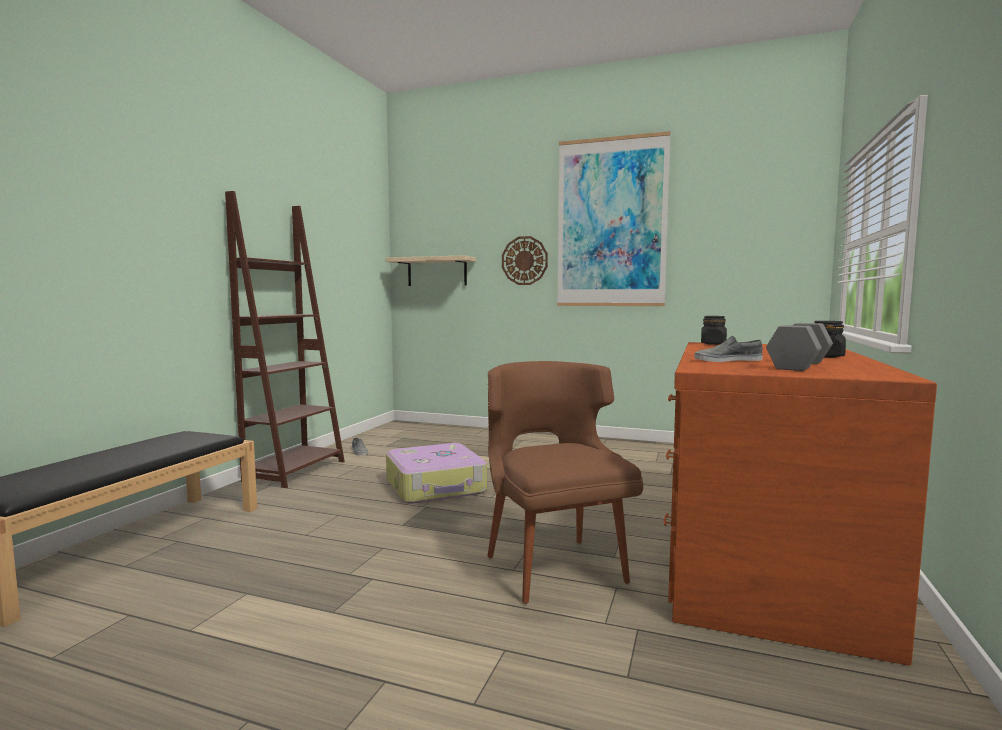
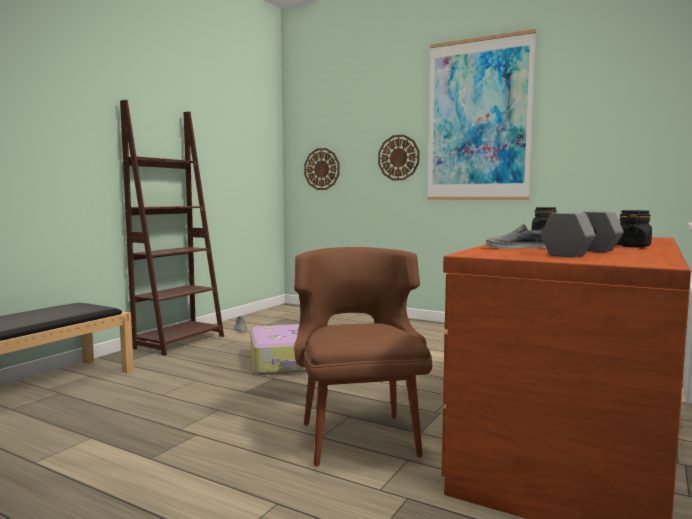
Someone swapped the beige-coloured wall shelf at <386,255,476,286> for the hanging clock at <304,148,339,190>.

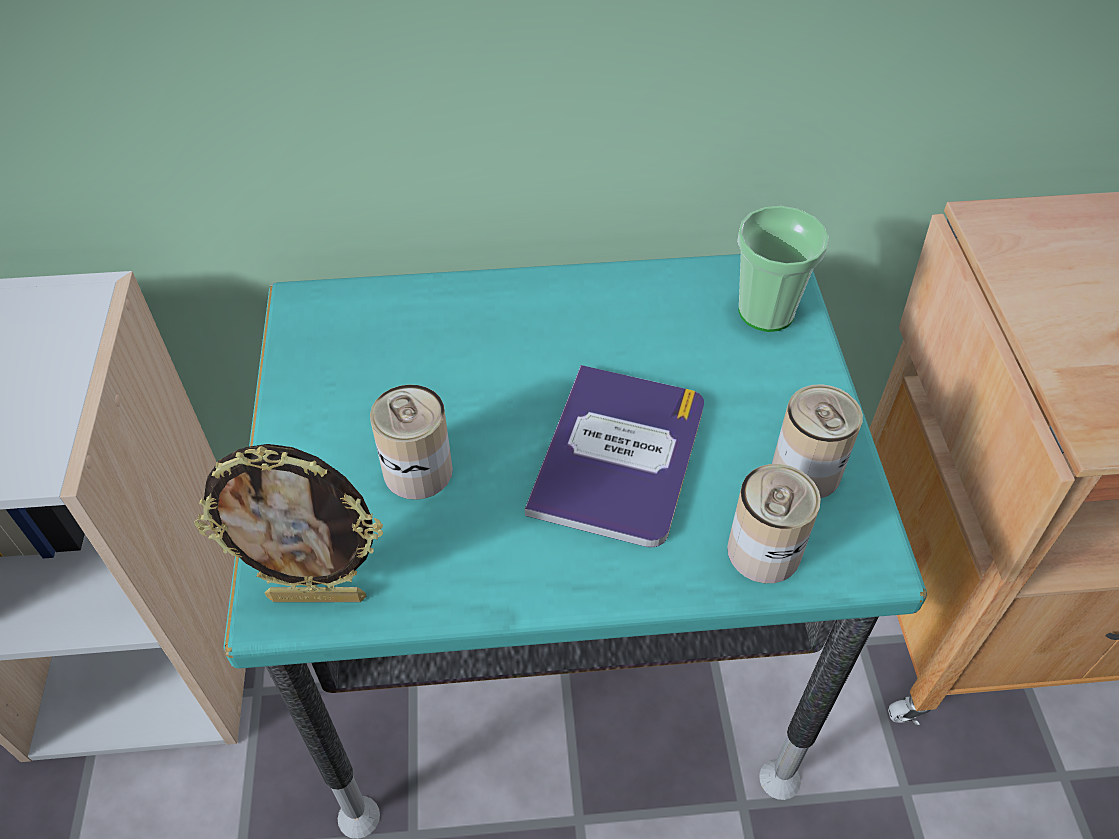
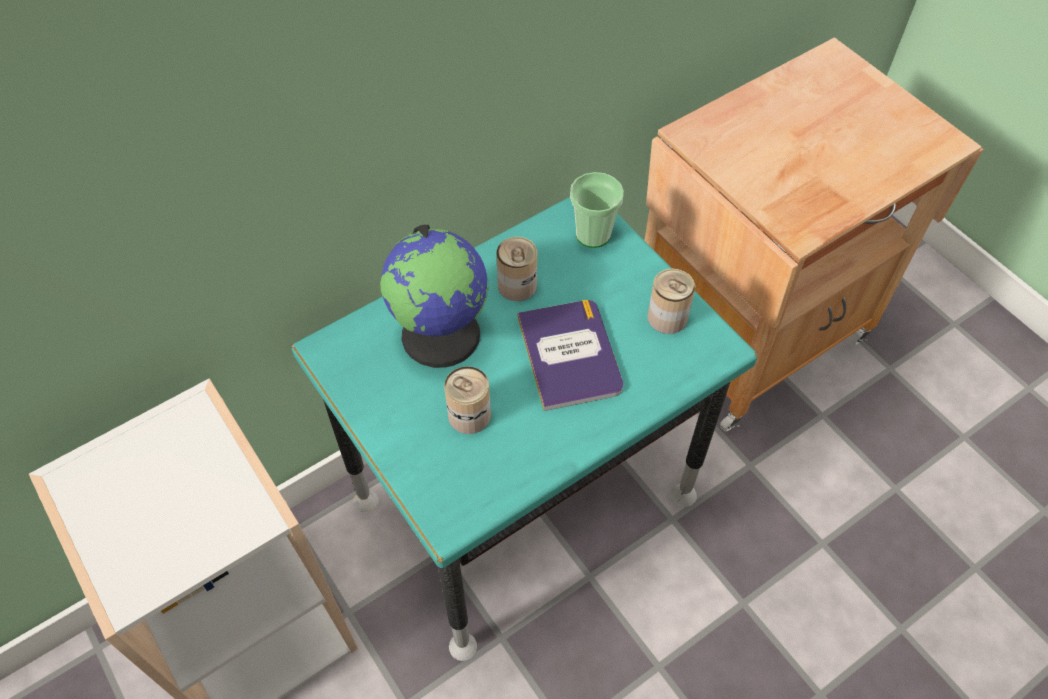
Someone took away the photo frame at <194,444,383,602>. Someone carried the sealed can from <727,464,821,583> to <497,237,537,301>. Someone put down the world globe at <380,225,489,368>.

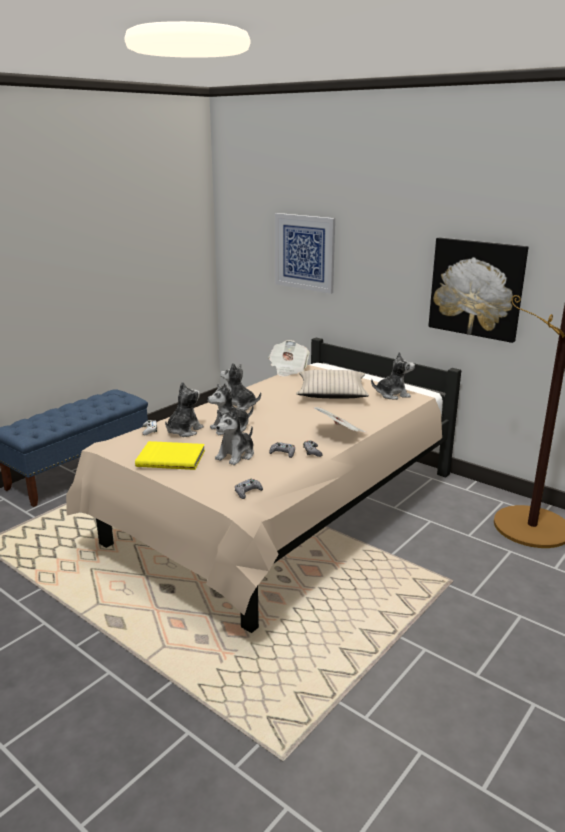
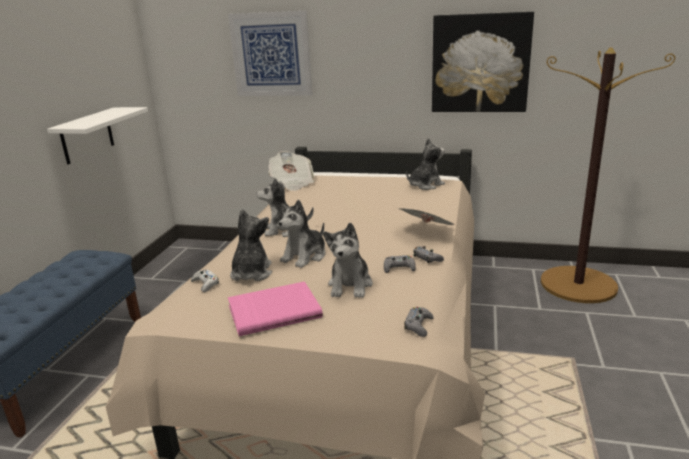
Someone repainted the yellowish bound book at <135,441,205,470>, which became the pink bound book at <228,281,323,336>. Someone took away the beige-coloured pillow at <296,370,369,399>. Someone put up the white-coloured wall shelf at <47,107,148,164>.

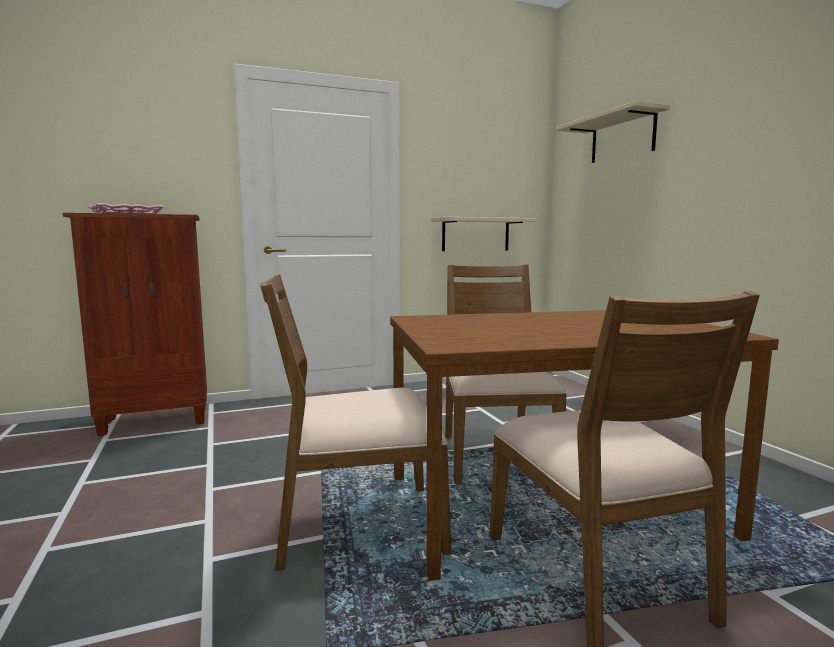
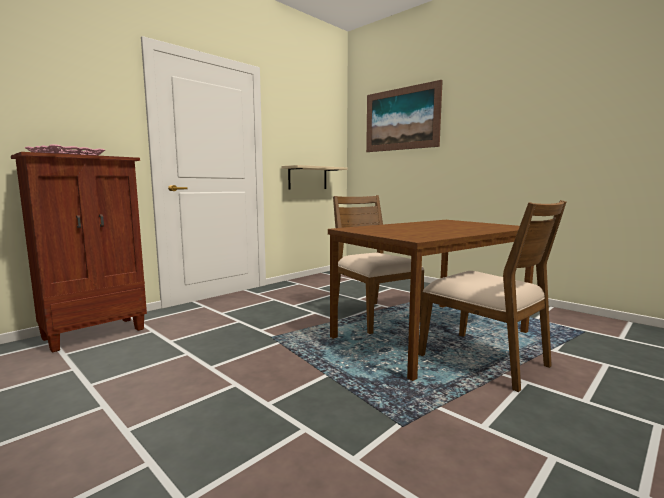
Someone took away the brown-coloured chair at <260,275,451,571>. Someone swapped the beige-coloured wall shelf at <556,101,670,163> for the wall picture at <366,80,443,152>.

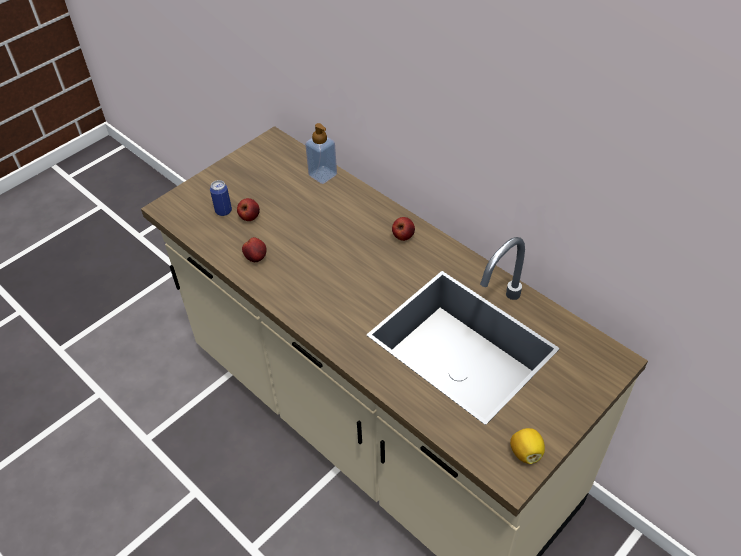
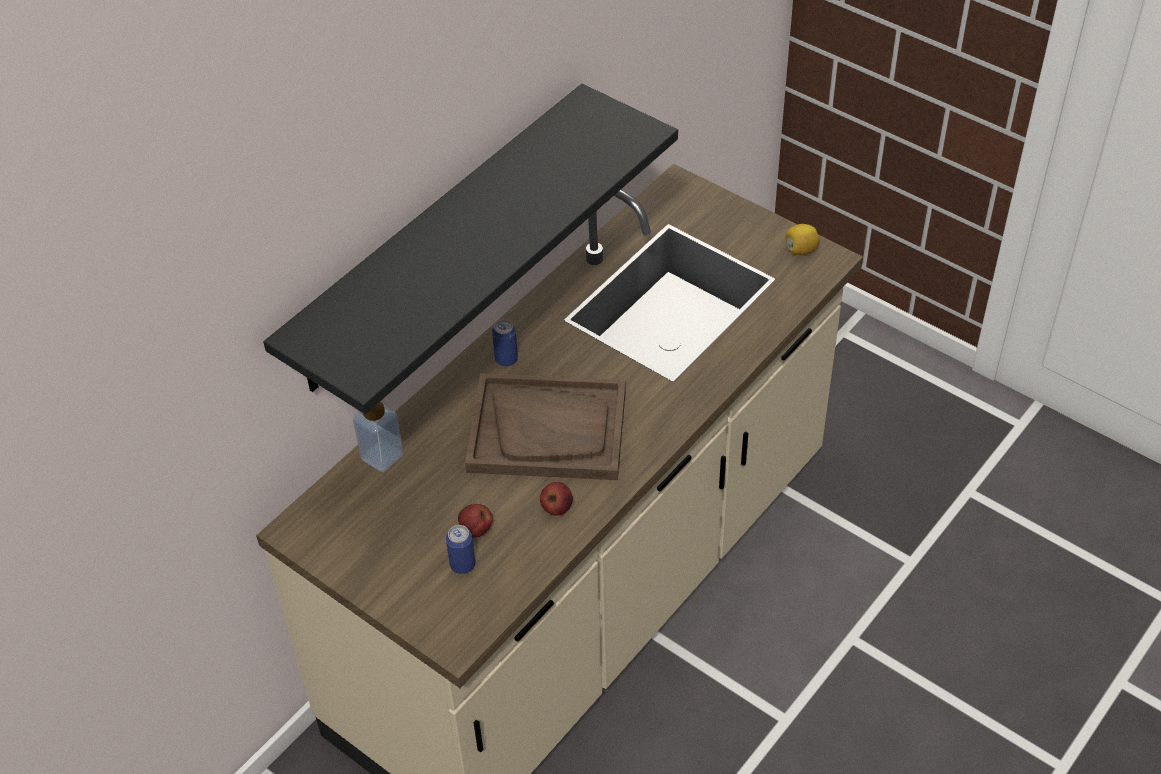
Someone swapped the whole apple at <392,217,415,241> for the sealed can at <492,320,518,367>. Someone put up the blackish wall shelf at <263,84,678,414>. Someone put down the brown-coloured tray at <465,373,626,480>.

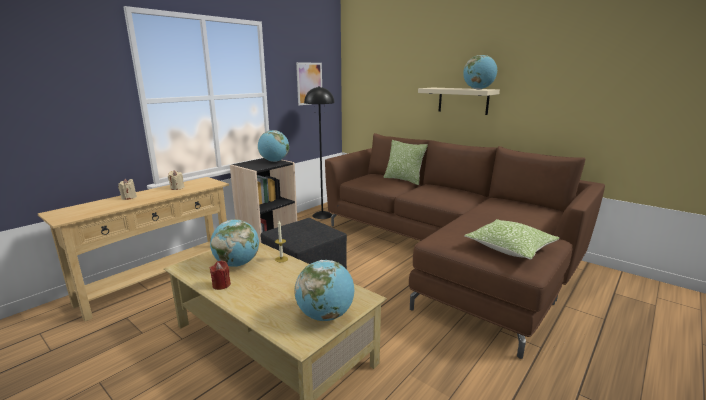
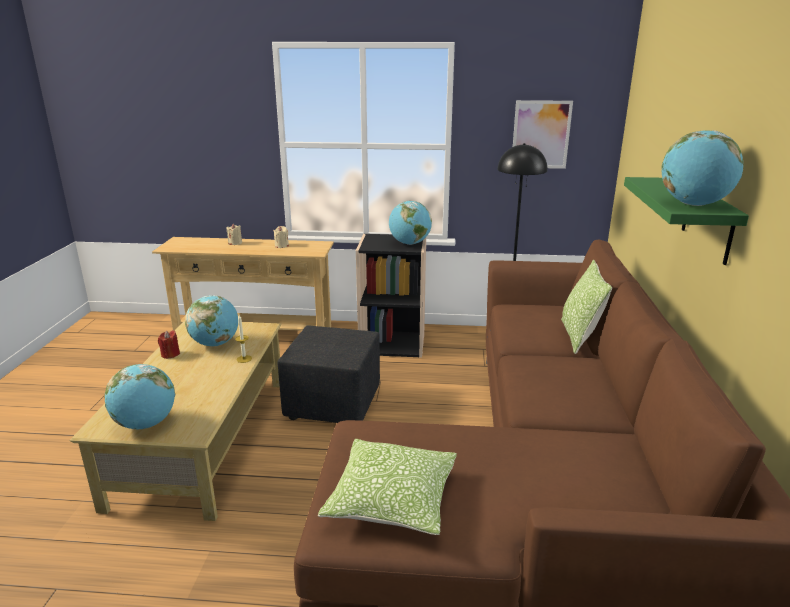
Someone repainted the beige-coloured wall shelf at <418,88,500,115>, which became the greenish wall shelf at <624,177,749,265>.

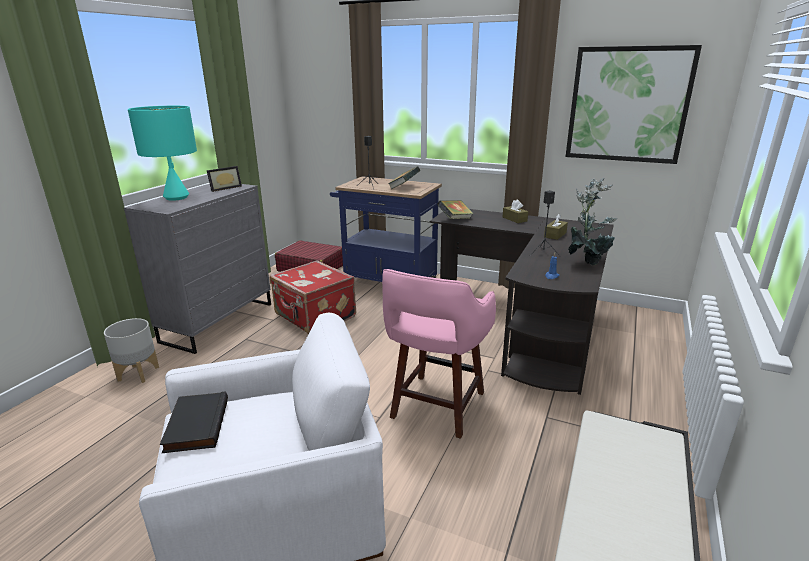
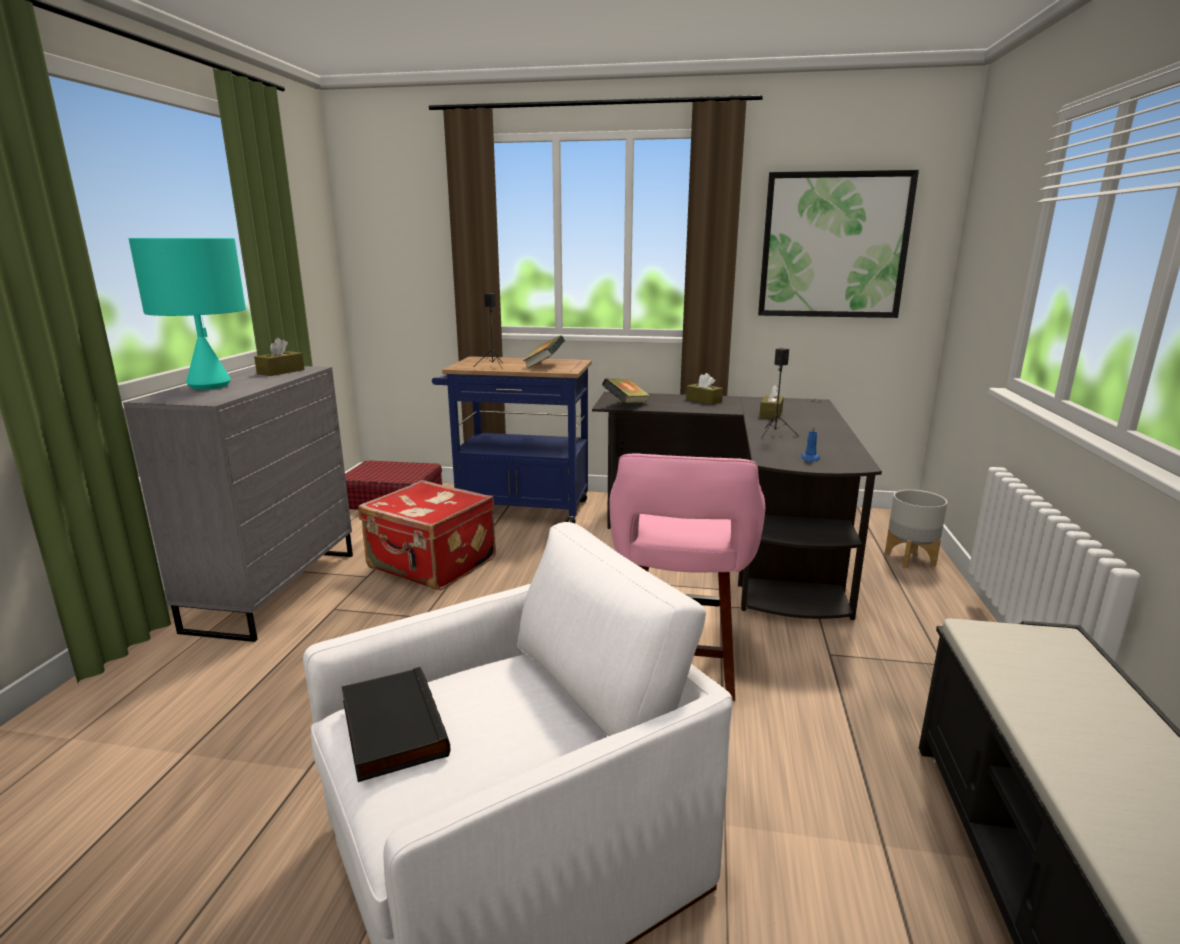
Someone carried the greyish plant pot from <104,318,159,383> to <885,490,947,569>. Someone swapped the photo frame at <206,166,242,192> for the brown-coloured tissue holder at <254,338,305,376>. Someone took away the potted plant at <568,178,618,265>.

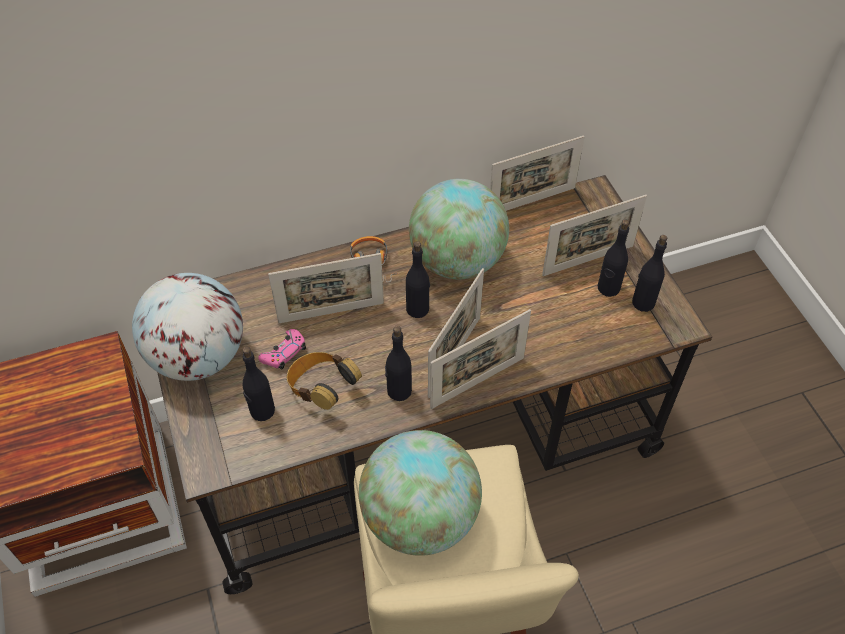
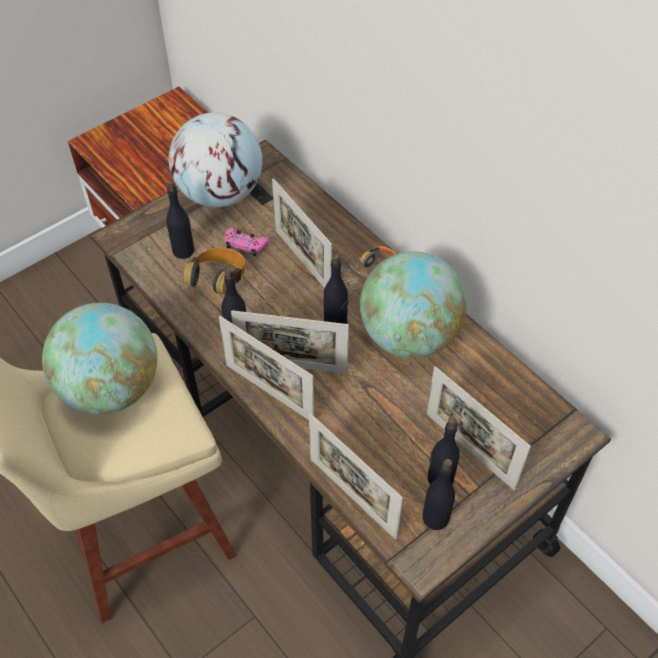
Someone carried the photo frame from <490,136,585,211> to <309,413,403,540>.

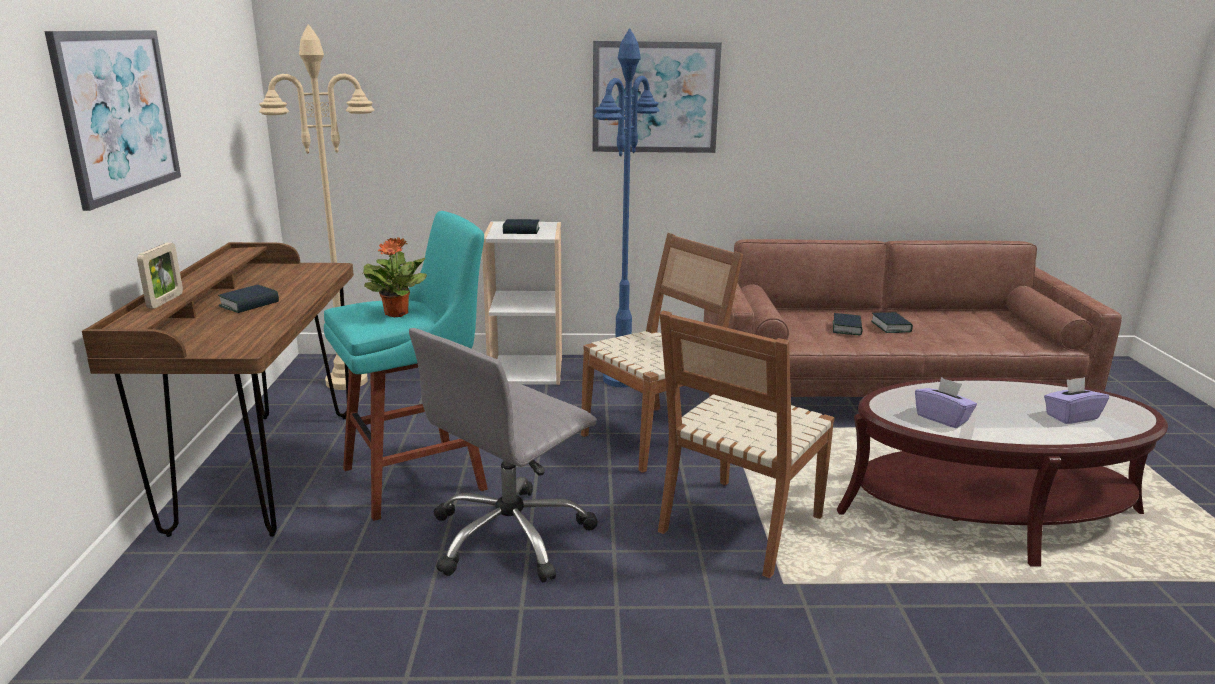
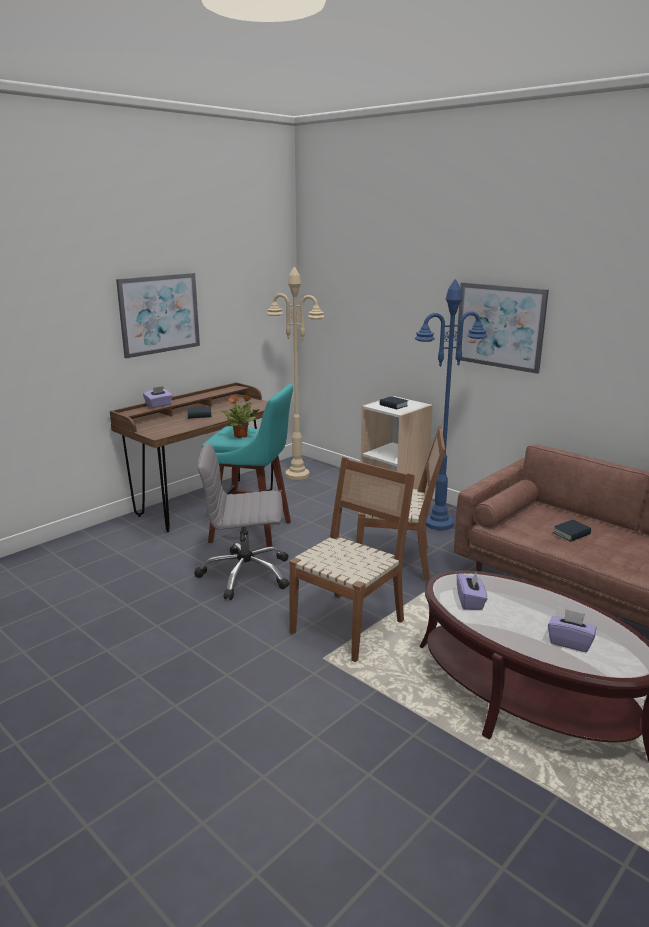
Someone swapped the photo frame at <137,243,183,308> for the purplish tissue holder at <143,386,173,408>. Someone rotated the chair at <658,311,834,578> by 135 degrees clockwise. Someone took away the bound book at <871,312,913,333>.

